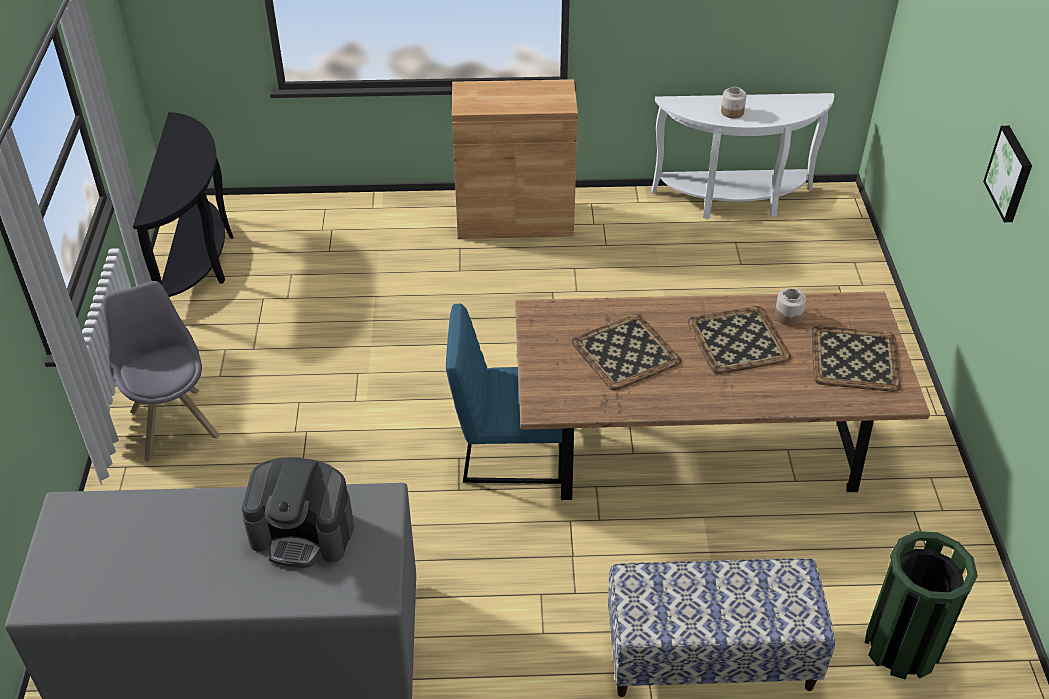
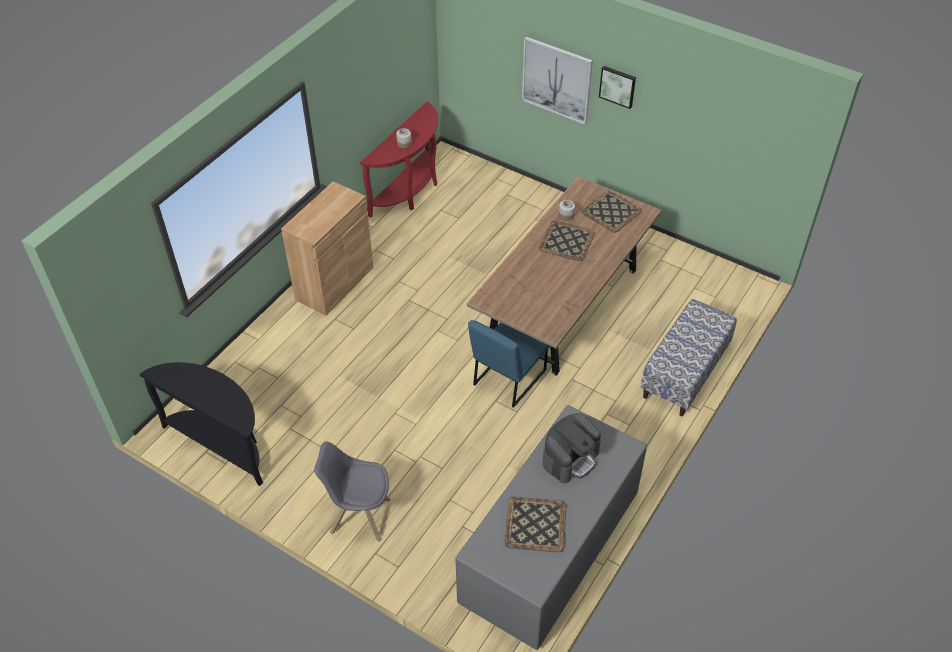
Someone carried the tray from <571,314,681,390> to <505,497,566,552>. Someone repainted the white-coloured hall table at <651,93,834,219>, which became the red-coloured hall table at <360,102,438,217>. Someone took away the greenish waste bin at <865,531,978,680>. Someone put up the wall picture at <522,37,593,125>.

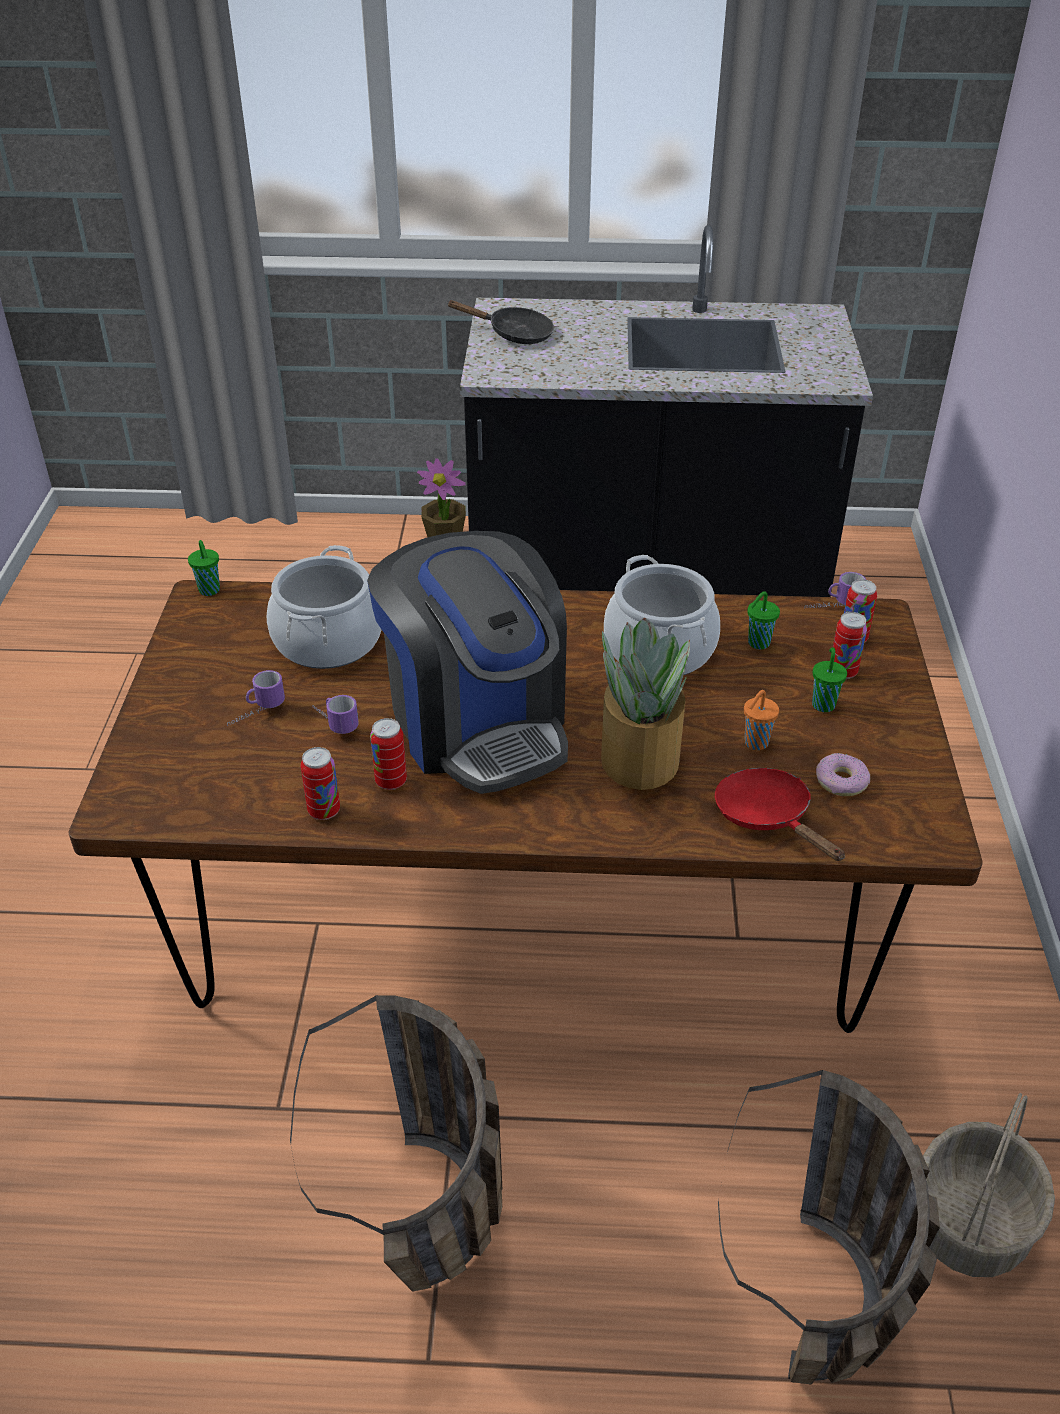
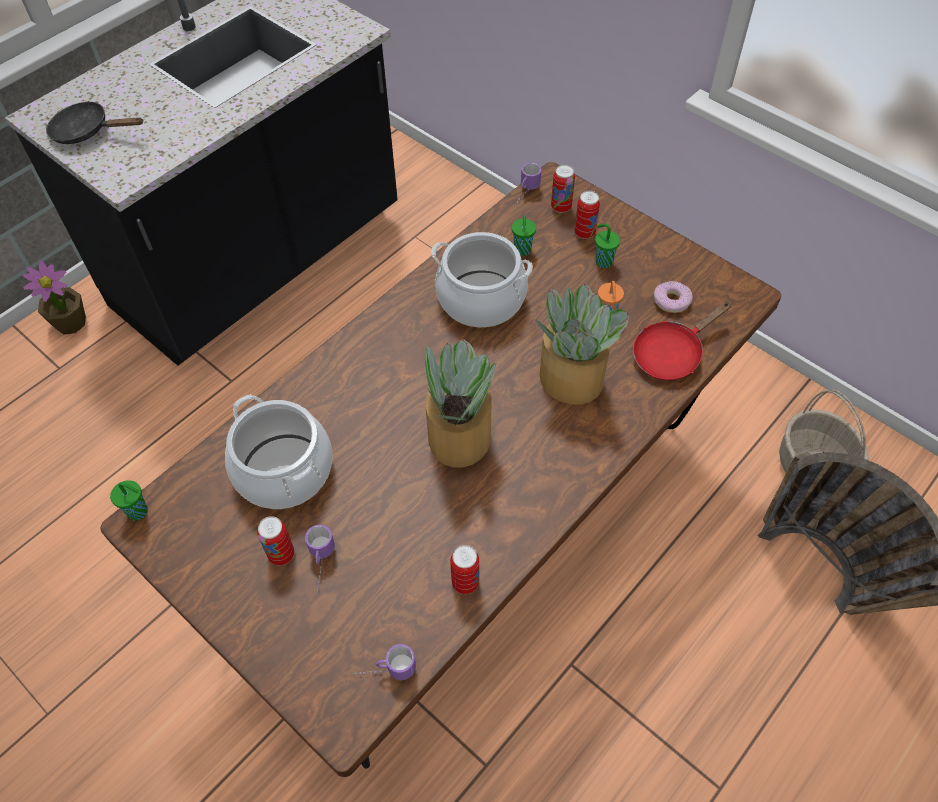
Someone took away the storage basket at <290,995,502,1292>. Someone carried the tea mug from <312,695,358,734> to <354,644,416,680>. Someone swapped the coffee brewer at <367,531,568,794> for the potted plant at <423,339,496,468>. Someone carried the sealed can from <370,718,407,790> to <257,516,294,566>. Someone rotated the blackish skillet at <447,300,554,344> by 135 degrees counterclockwise. Someone rotated the red-coloured skillet at <715,768,845,861> by 45 degrees counterclockwise.

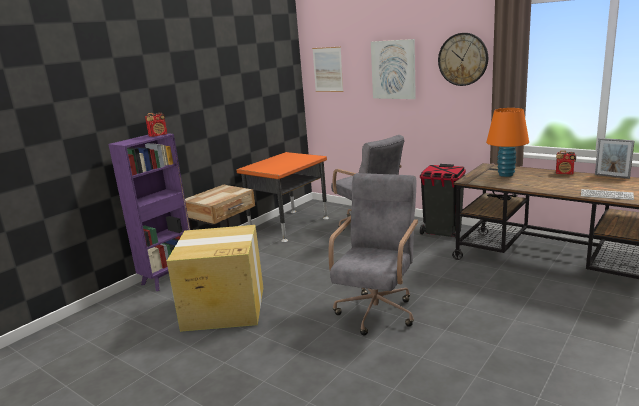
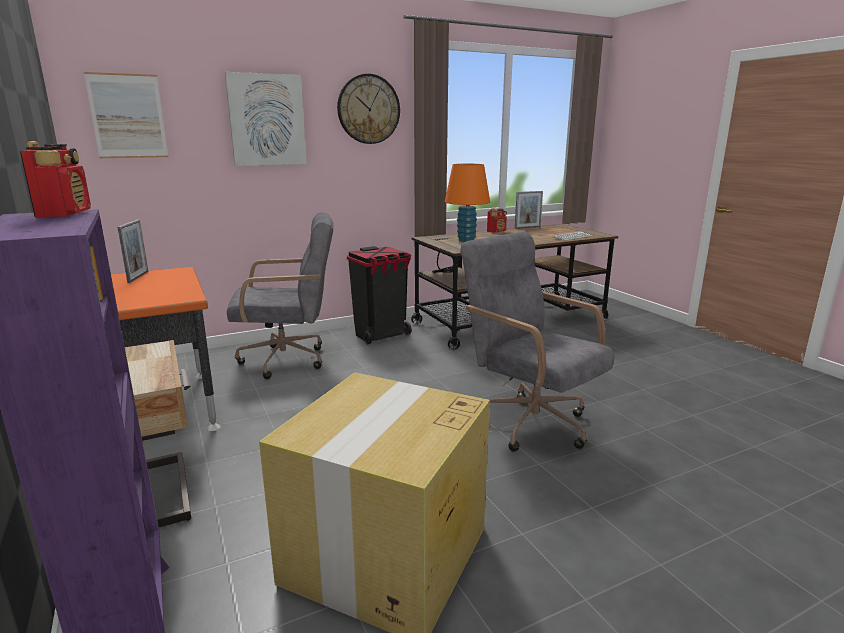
Someone put down the photo frame at <118,220,148,283>.

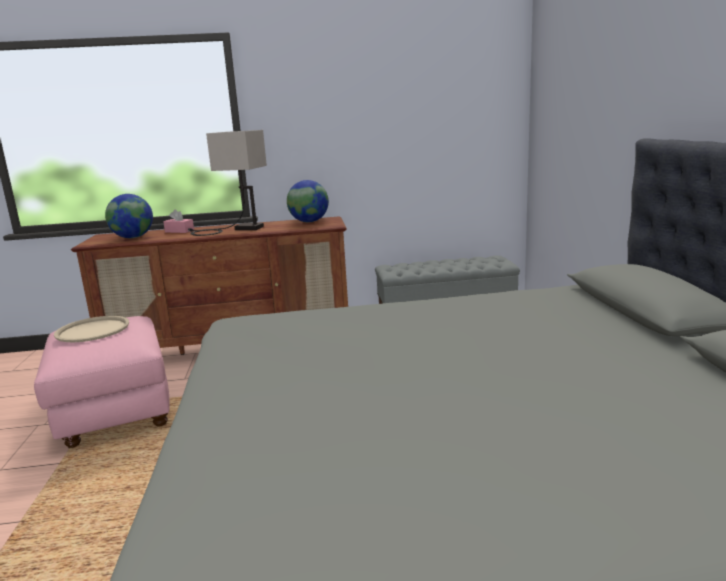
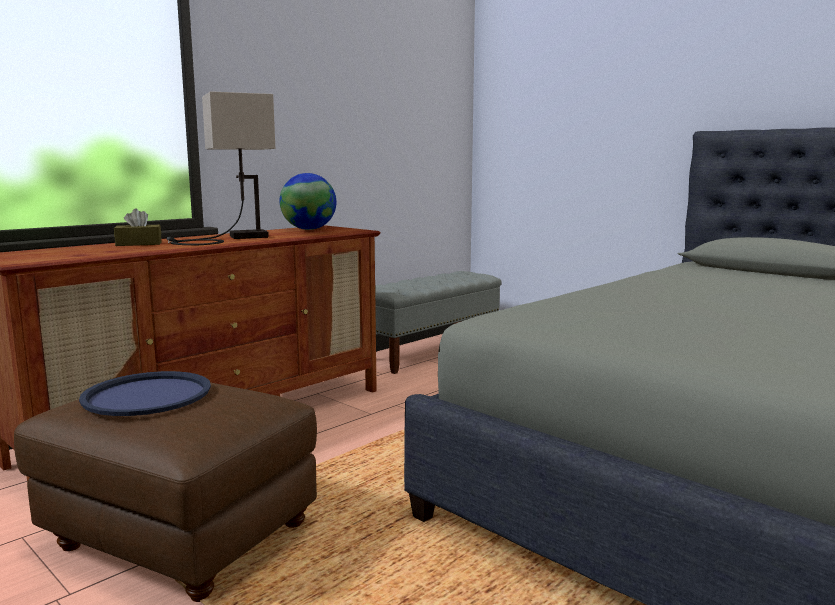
Someone repainted the pink footrest at <34,316,170,448>, which became the brown-coloured footrest at <14,382,317,602>. Someone repainted the beige-coloured tray at <54,316,129,342>, which became the bluish tray at <79,371,211,416>. Someone took away the world globe at <105,194,153,238>. Someone repainted the pink tissue holder at <163,210,194,233>, which became the brown-coloured tissue holder at <114,209,162,246>.

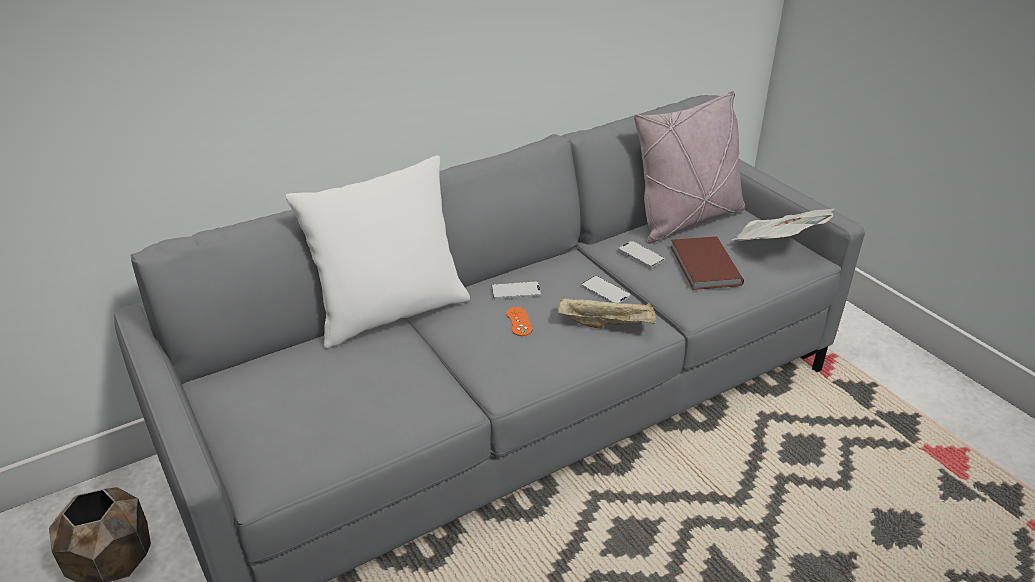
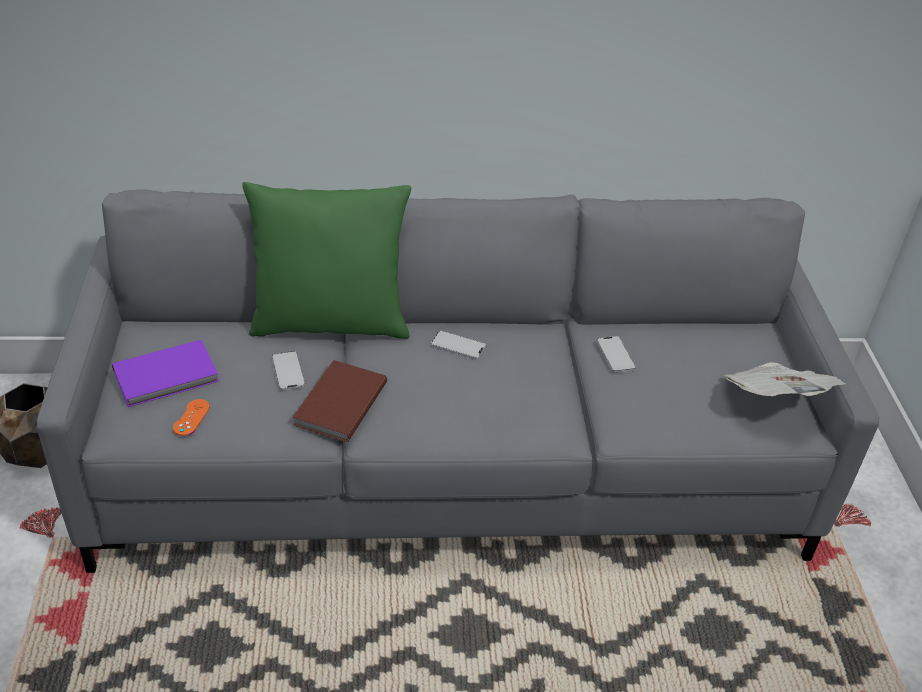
Someone repainted the white-coloured pillow at <286,155,470,349>, which became the greenish pillow at <242,182,411,339>. Someone carried the orangey game controller from <506,307,533,336> to <173,399,210,436>. Someone took away the beige-coloured tray at <558,297,656,329>. Someone carried the telephone from <581,276,631,303> to <272,351,305,391>. Someone took away the purplish pillow at <634,91,745,244>. Someone carried the brown-coloured bound book from <670,236,744,290> to <292,360,387,442>. Someone put down the purplish bound book at <112,340,219,407>.

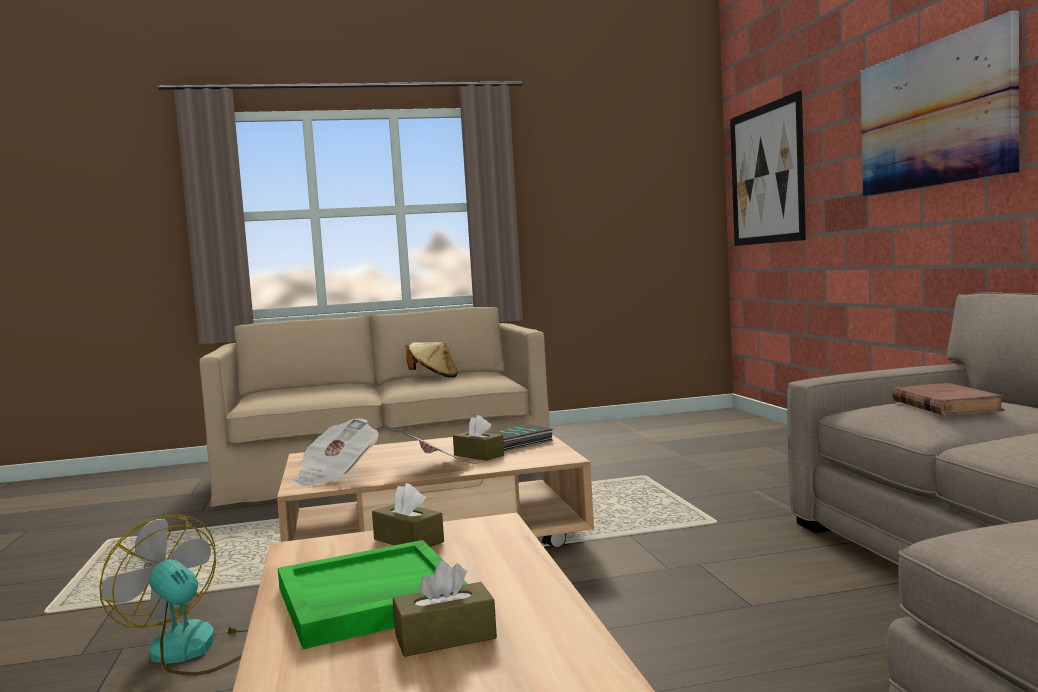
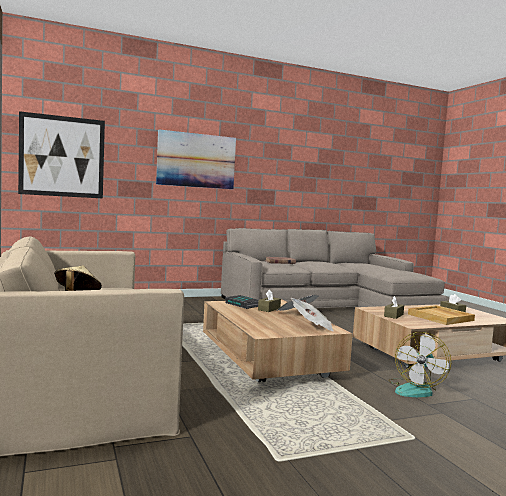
Someone repainted the greenish tray at <278,540,468,649>, which became the beige-coloured tray at <408,305,475,325>.

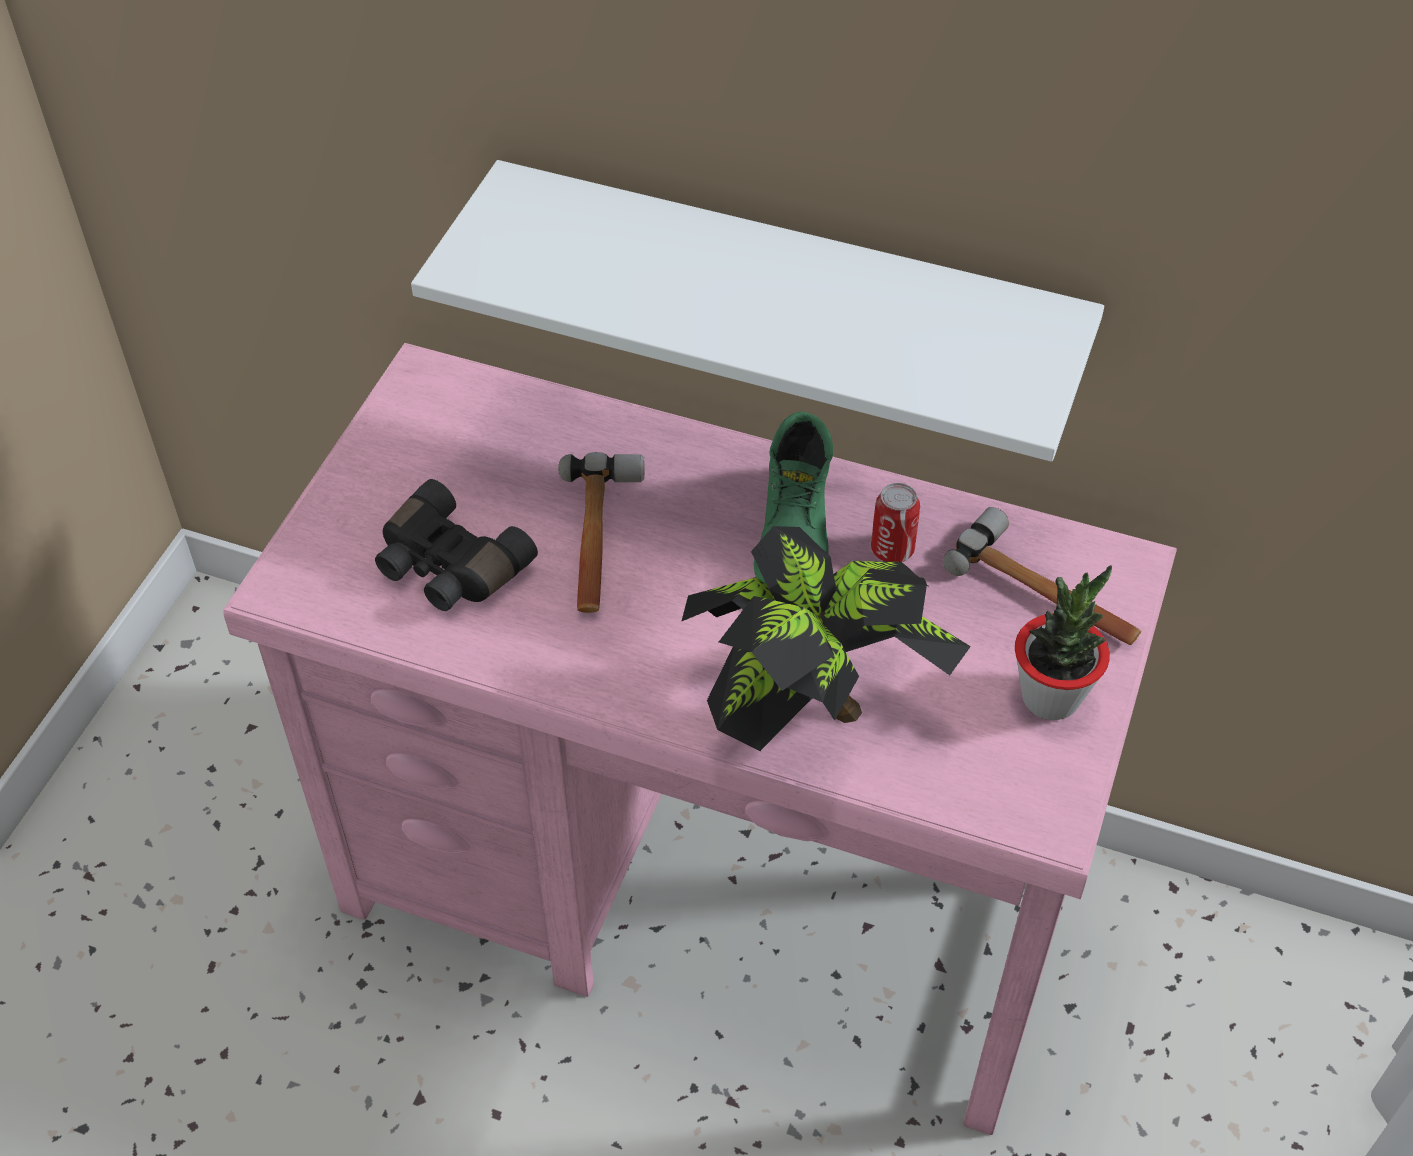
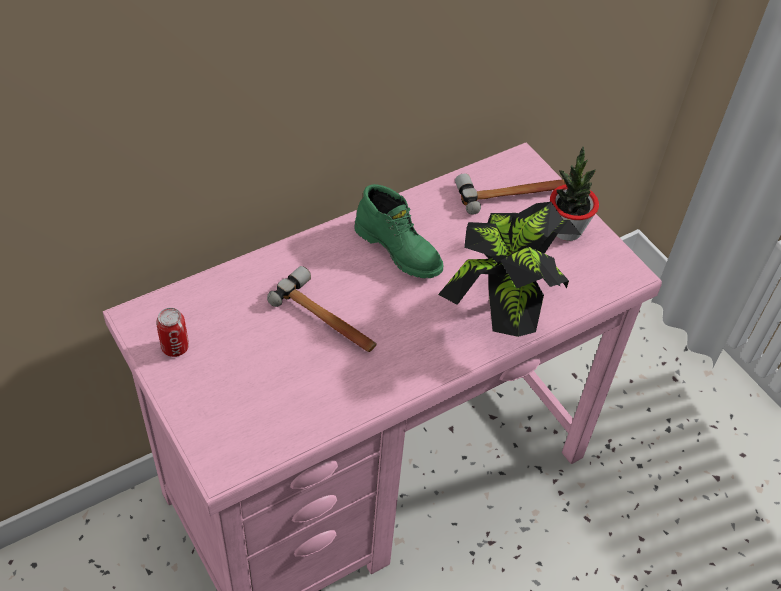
Someone took away the blackish field glasses at <375,479,538,611>. Someone took away the white-coloured wall shelf at <411,160,1104,462>. Someone carried the sealed can from <871,483,920,562> to <156,308,189,357>.

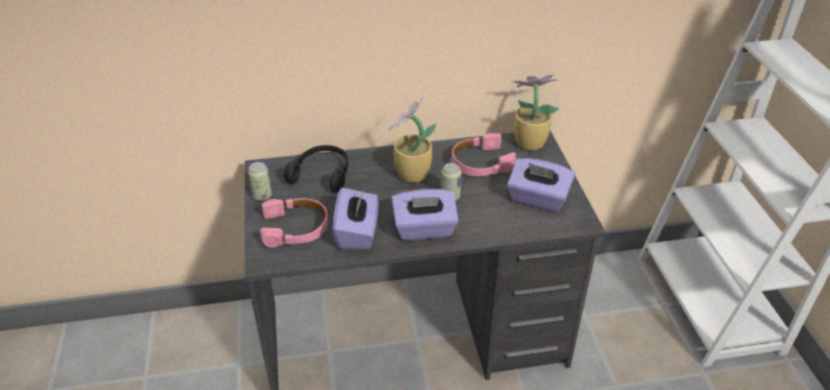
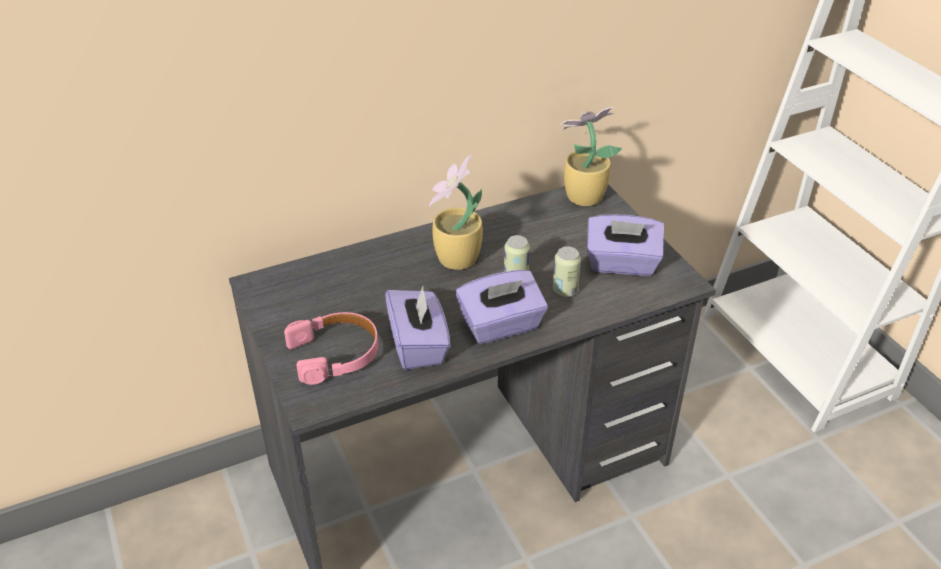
Someone carried the sealed can from <248,162,272,201> to <553,246,581,297>. Someone took away the blackish headphones at <284,145,348,192>. Someone took away the pink headphones at <452,133,516,176>.

